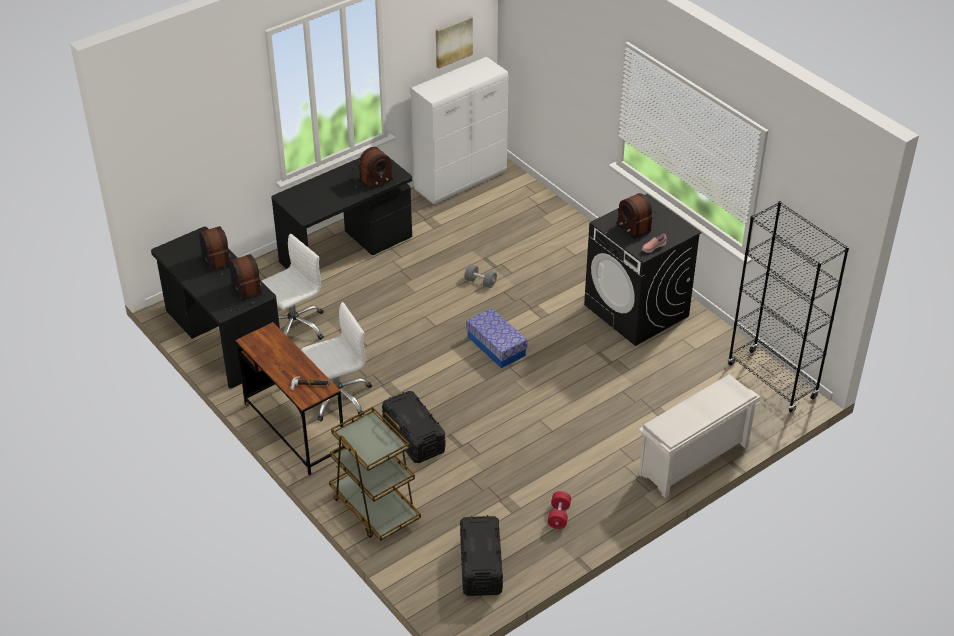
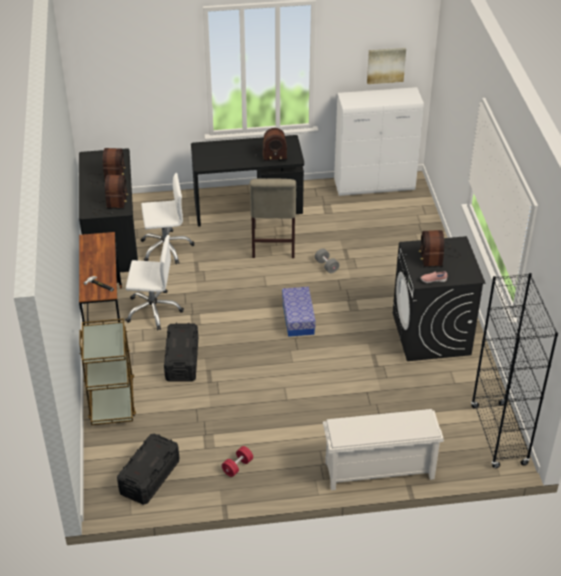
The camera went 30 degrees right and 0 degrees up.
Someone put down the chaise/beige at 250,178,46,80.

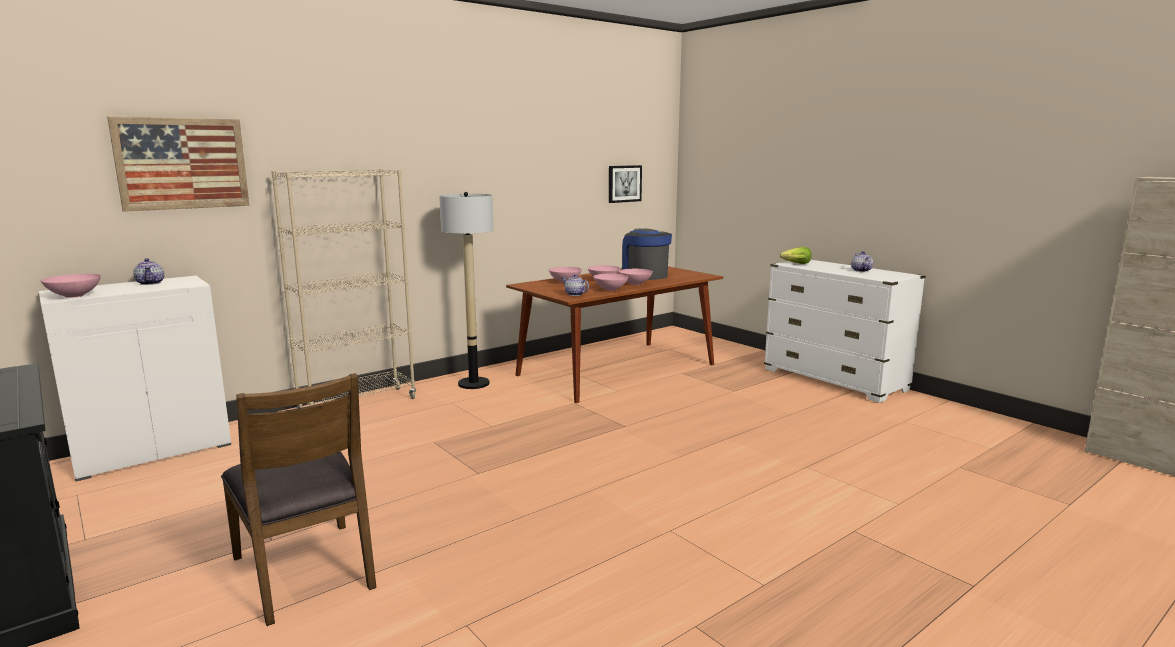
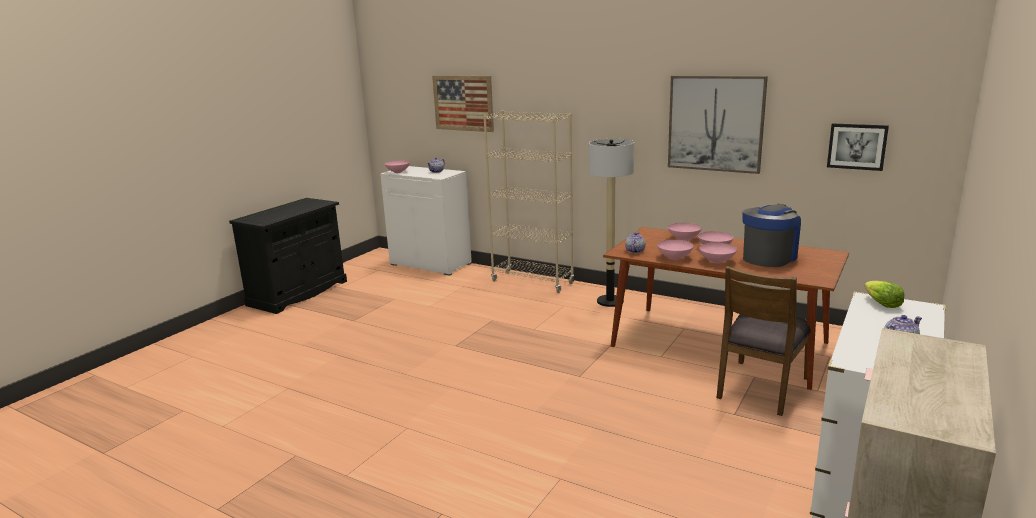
The camera went 70 degrees right and 5 degrees up.
Someone carried the chaise/marron from 221,373,155,253 to 716,266,95,150.
Someone put up the tableau at 668,76,100,98.

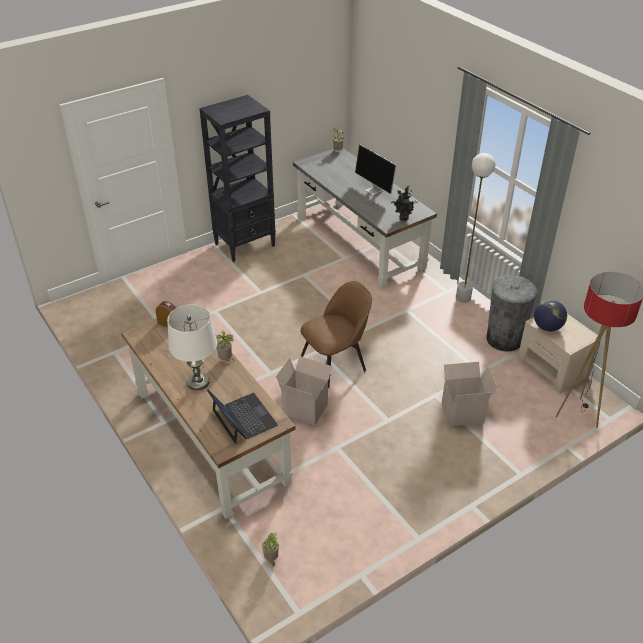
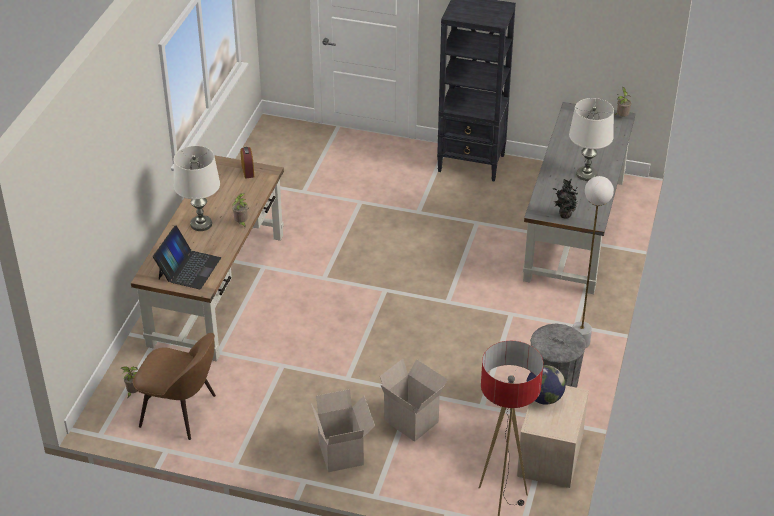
The camera went 50 degrees right and 0 degrees up.
Someone carried the carton from 276,356,57,69 to 311,389,64,83.
Someone carried the chaise/marron from 300,281,72,107 to 133,333,83,107.
Someone swapped the écran d'ordinateur at 355,144,42,52 for the lampe de table/blanc at 569,98,45,83.

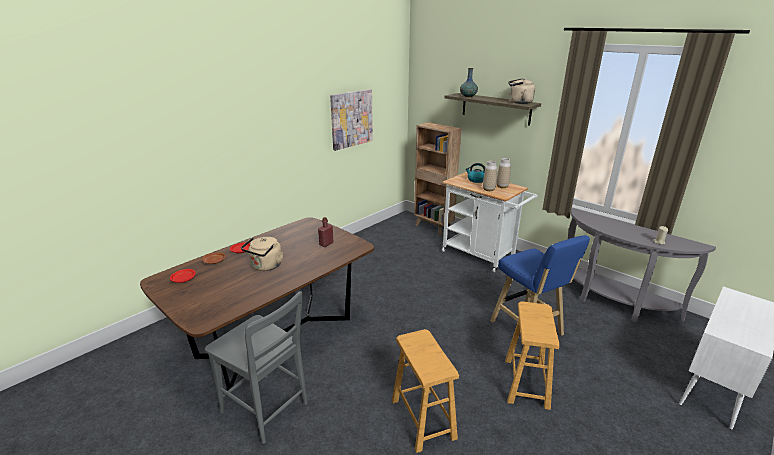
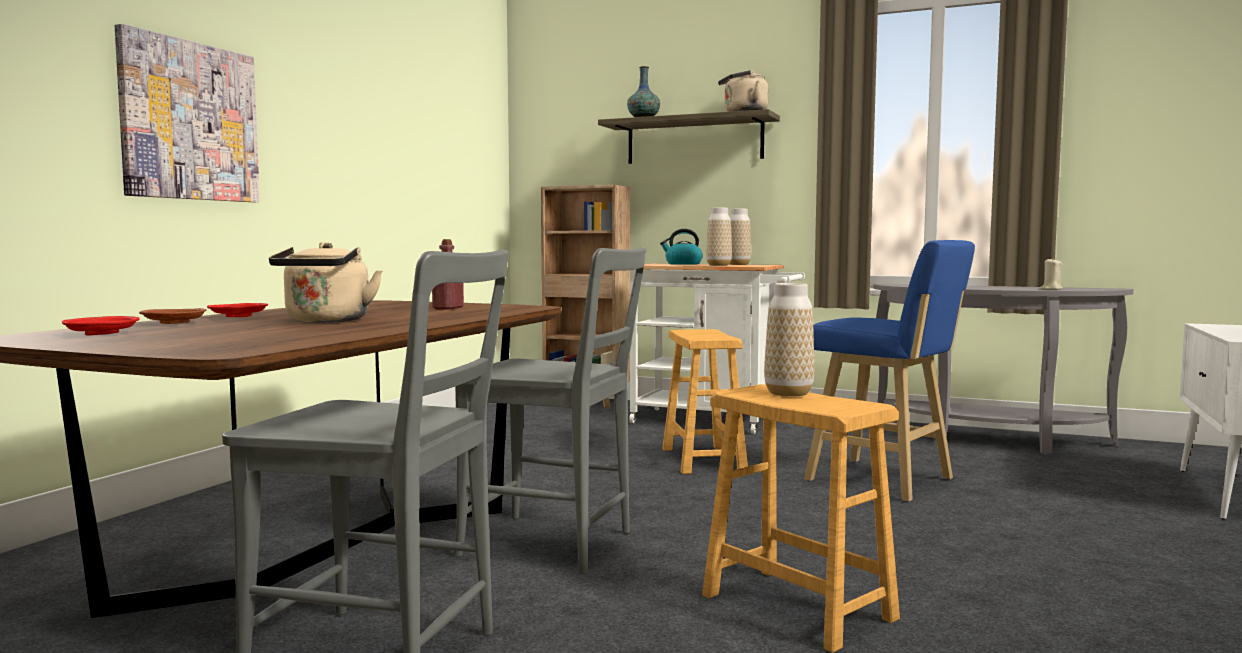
The camera went 20 degrees left and 20 degrees down.
Someone carried the tableau from 330,89,43,62 to 115,24,145,178.
Someone carried the tabouret/marron from 505,301,54,109 to 662,329,86,145.
Someone put down the chaise/gris at 453,247,193,327.
Someone put down the vase at 764,283,50,114.

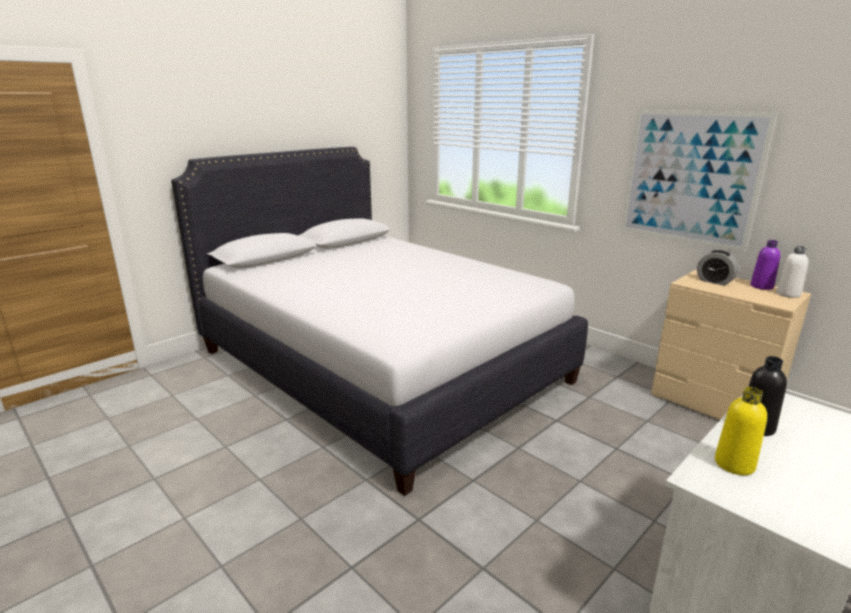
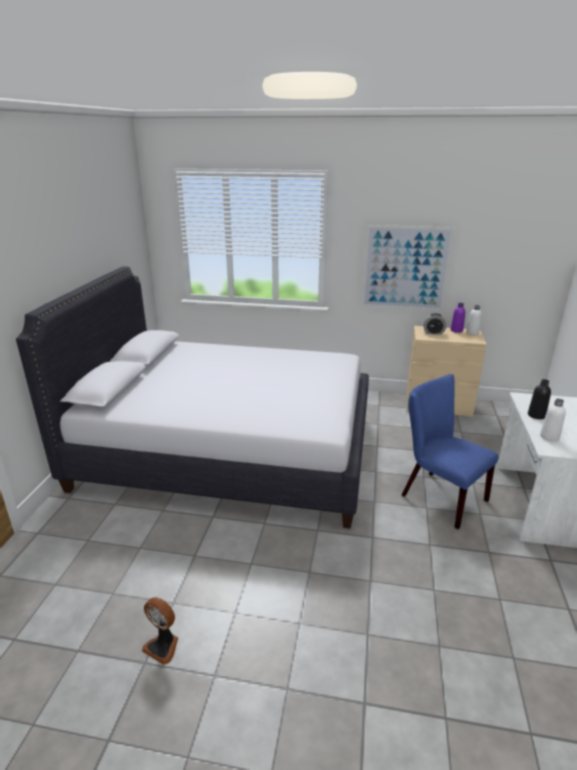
The camera went 35 degrees left and 5 degrees up.
Someone repainted the bouteille/jaune at 715,387,52,88, which became the bouteille/blanc at 540,398,26,43.
Someone put down the ventilateur at 142,597,36,68.
Someone put down the chaise/bleu at 402,374,97,155.

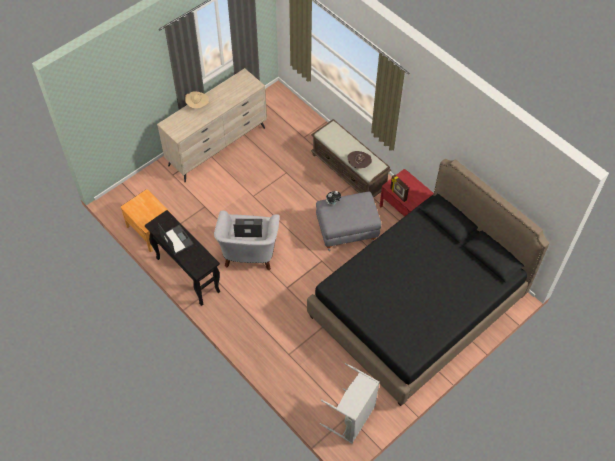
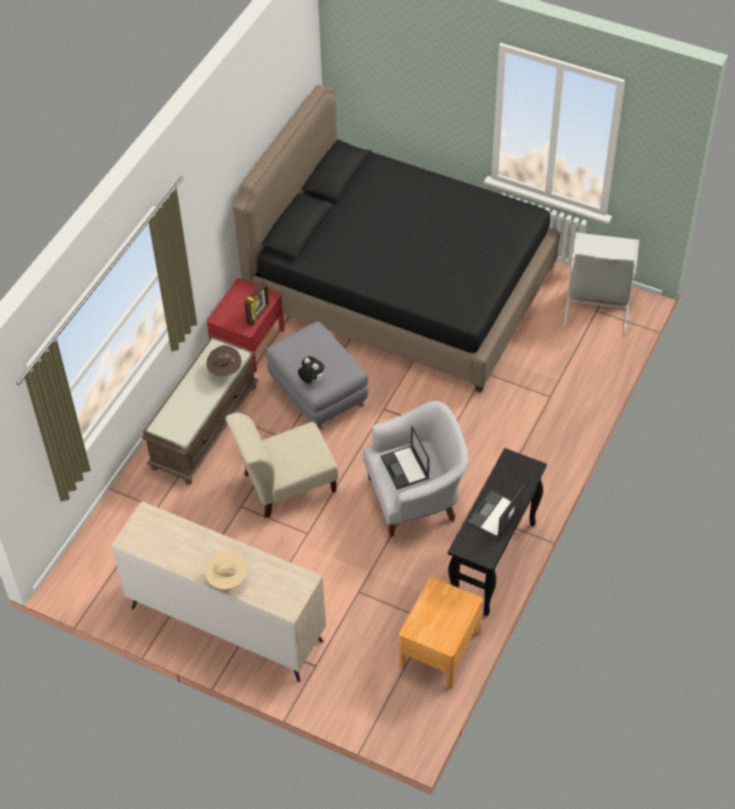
The camera went 110 degrees left and 5 degrees down.
Someone put down the chaise/beige at 226,413,112,105.

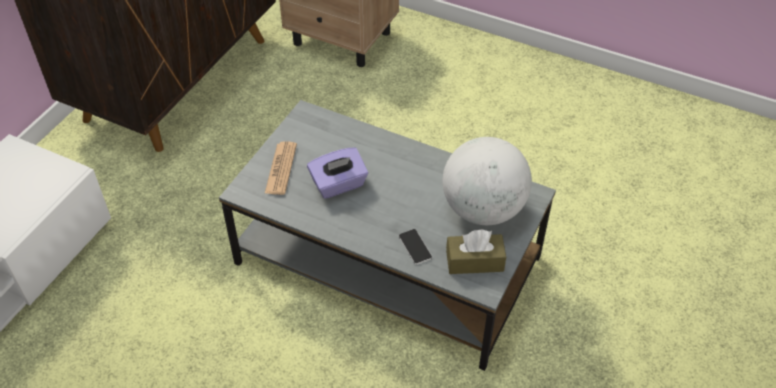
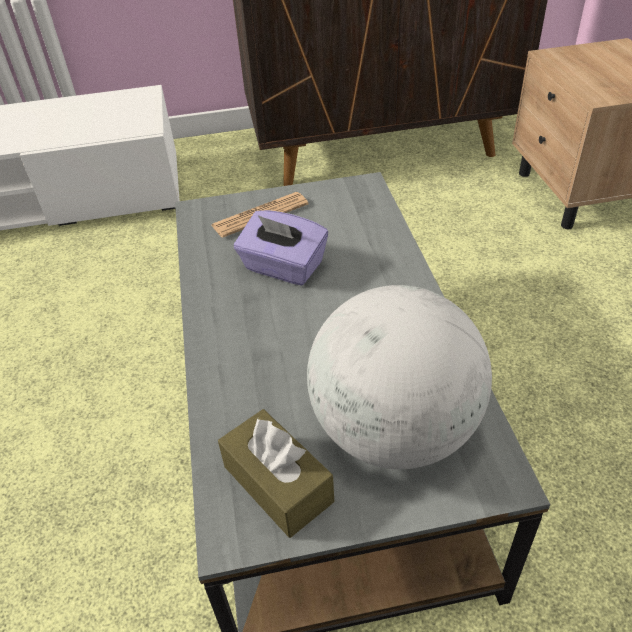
The camera went 55 degrees right and 5 degrees down.
Someone took away the téléphone at 399,229,33,36.

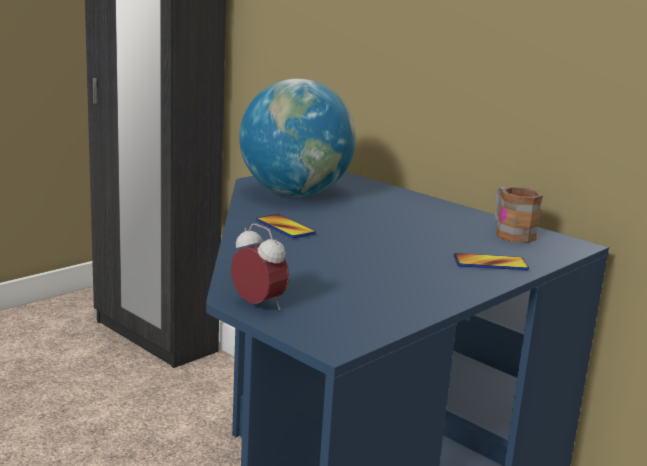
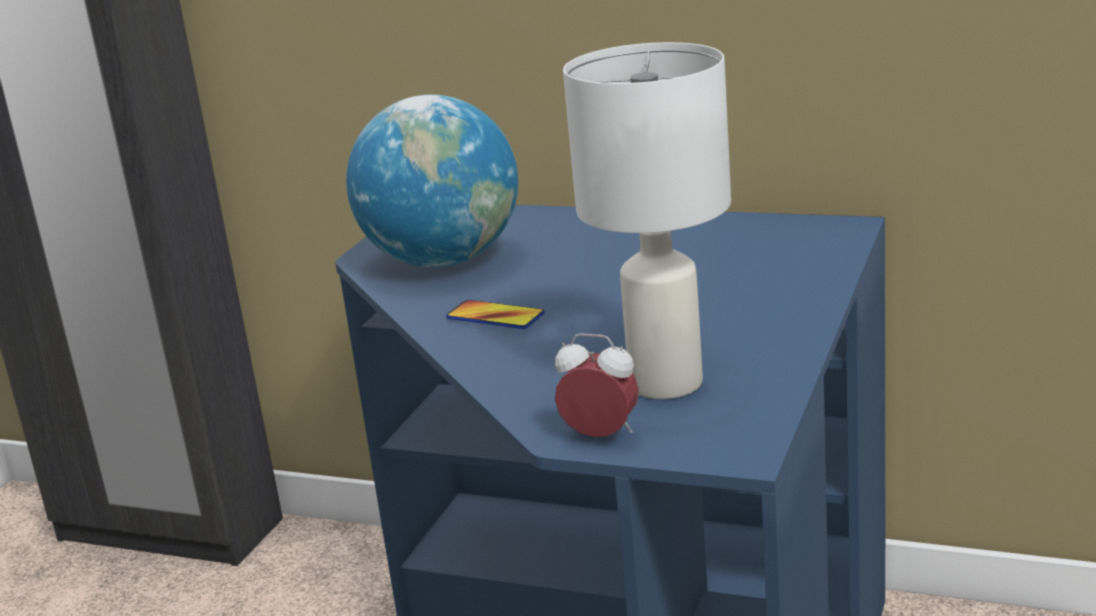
The camera went 20 degrees left and 5 degrees up.
Someone took away the téléphone at 454,253,75,17.
Someone took away the mug at 495,187,48,56.
Someone put down the lampe de table/blanc at 563,42,168,357.

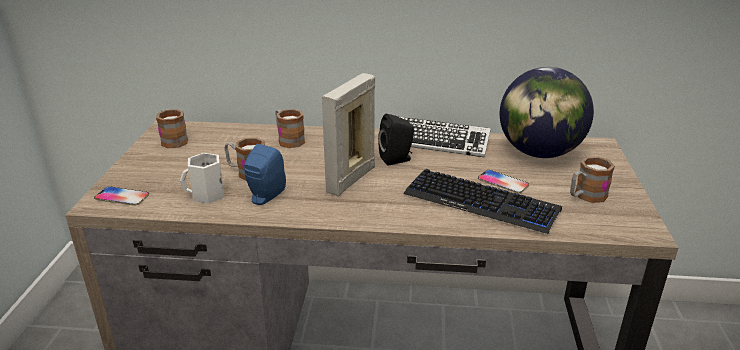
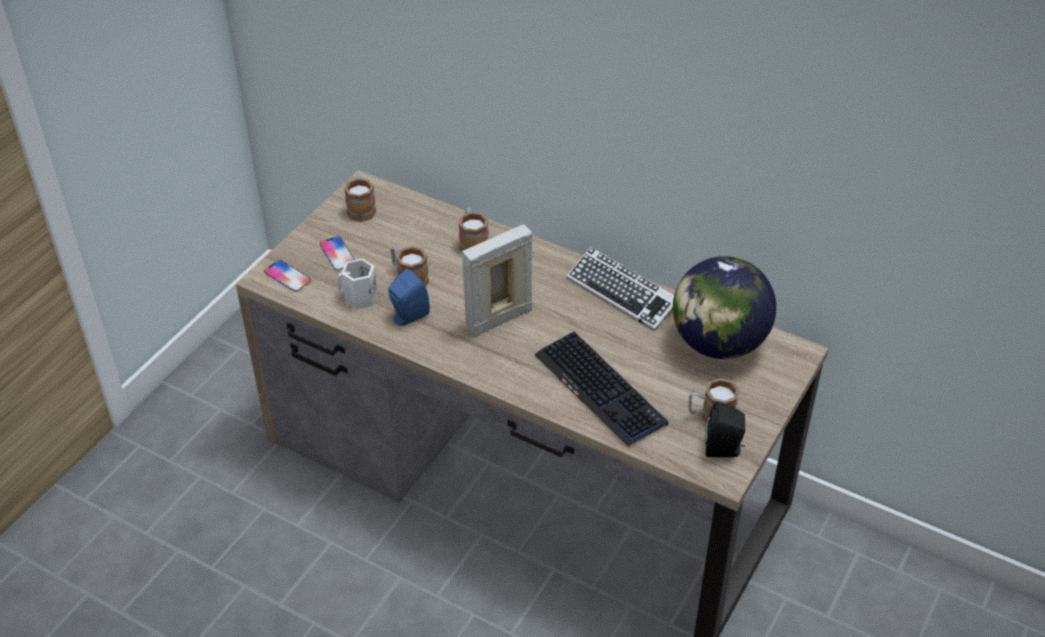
The camera went 25 degrees right and 15 degrees up.
Someone carried the enceinte/noir from 378,114,36,51 to 705,401,40,56.
Someone carried the téléphone from 478,170,51,23 to 320,236,35,34.

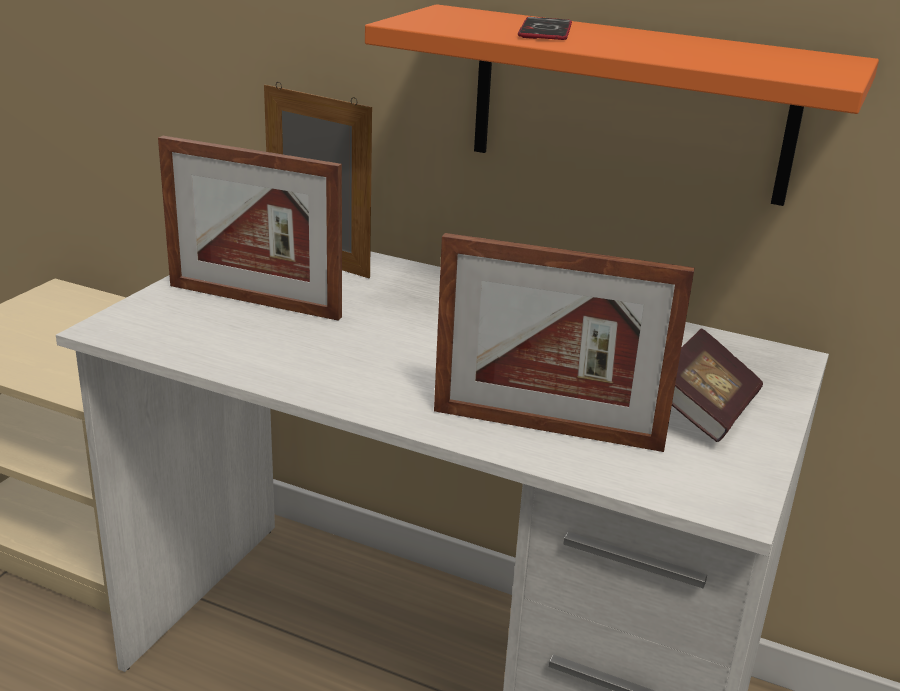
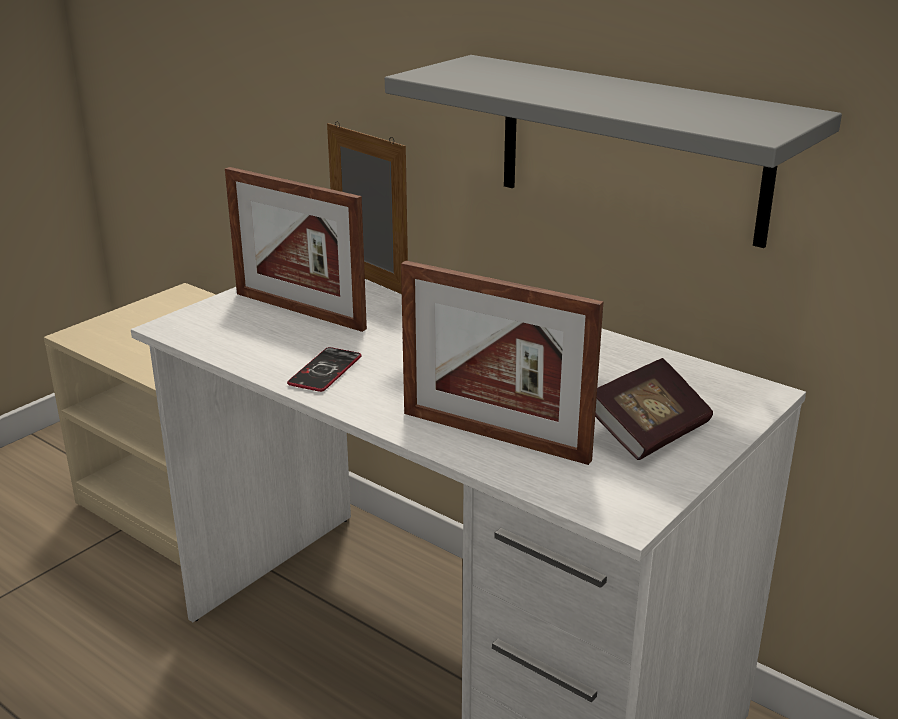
The camera went 15 degrees right and 0 degrees up.
Someone repainted the étagère/orange at 365,4,514,202, which became the étagère/gris at 385,55,457,193.
Someone carried the téléphone from 518,17,54,23 to 287,347,75,45.

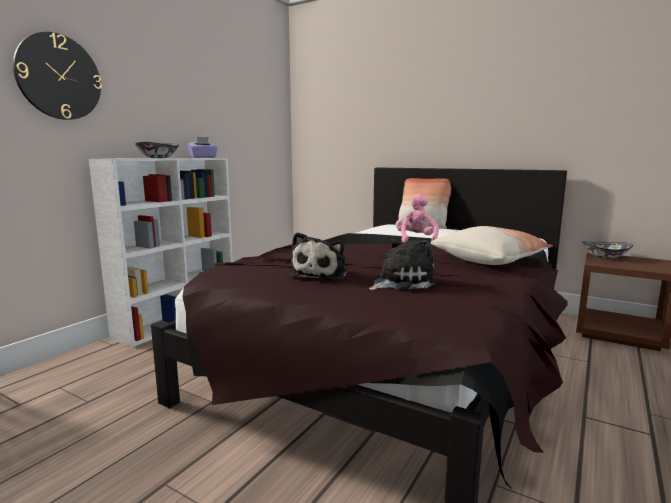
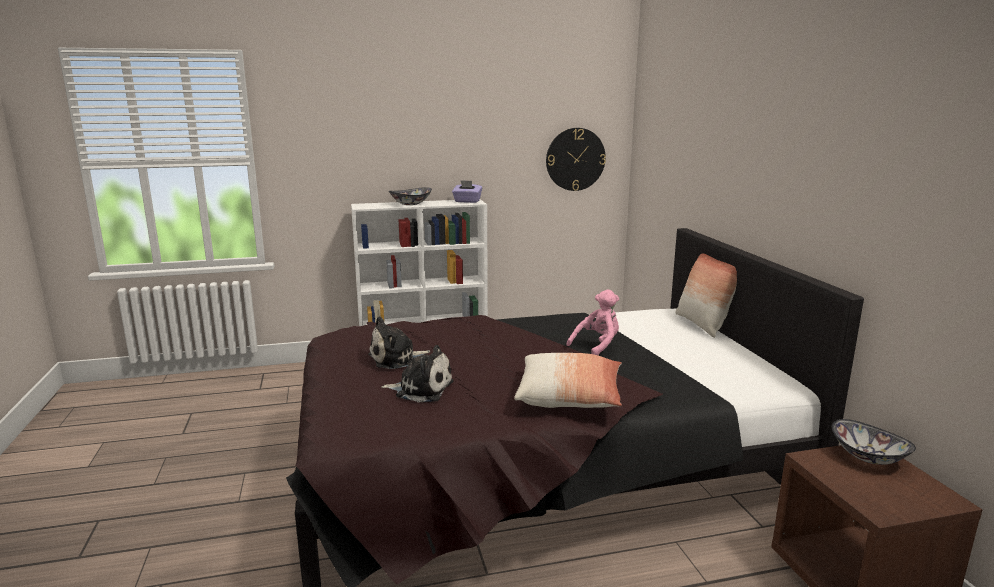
The camera went 45 degrees right and 5 degrees up.
Someone carried the horloge murale from 13,32,89,88 to 546,128,60,63.

